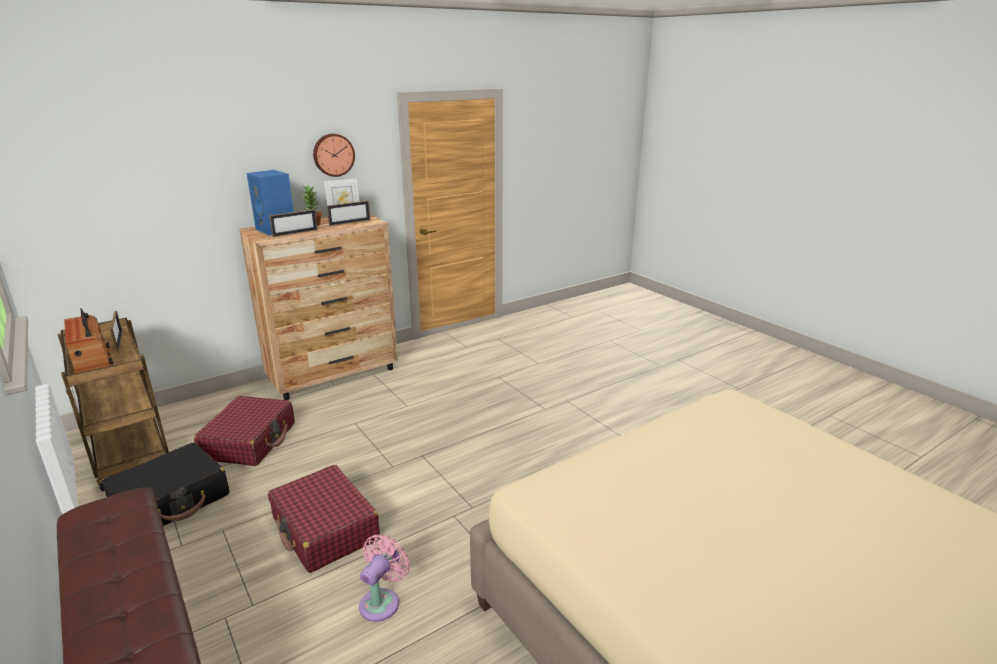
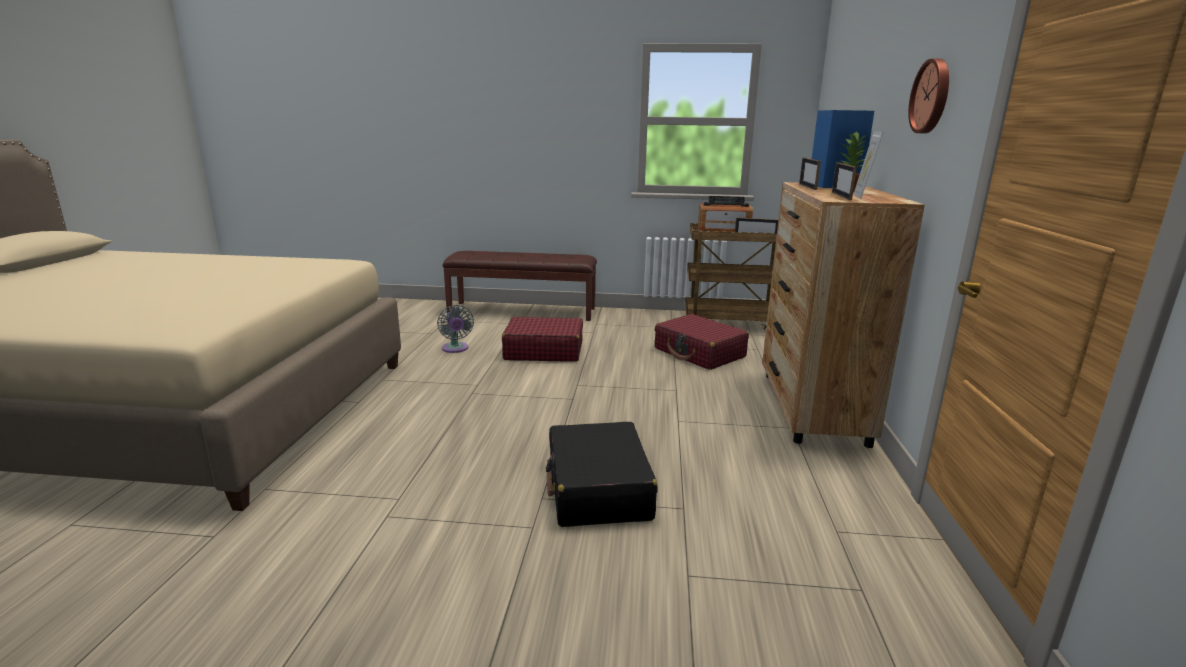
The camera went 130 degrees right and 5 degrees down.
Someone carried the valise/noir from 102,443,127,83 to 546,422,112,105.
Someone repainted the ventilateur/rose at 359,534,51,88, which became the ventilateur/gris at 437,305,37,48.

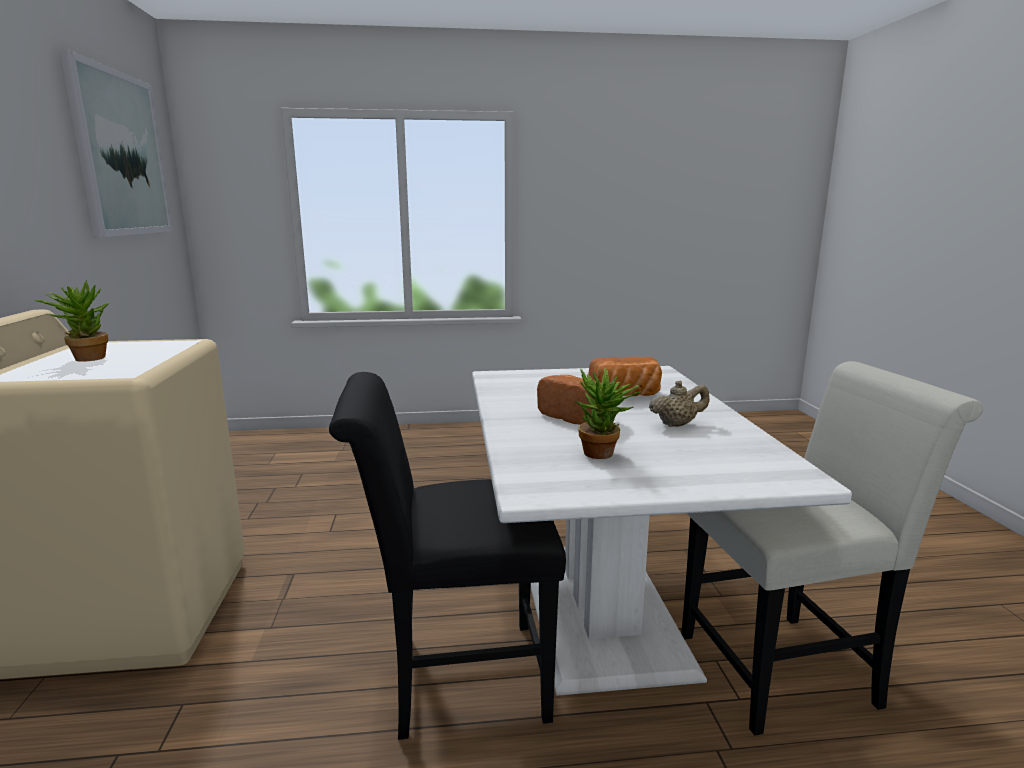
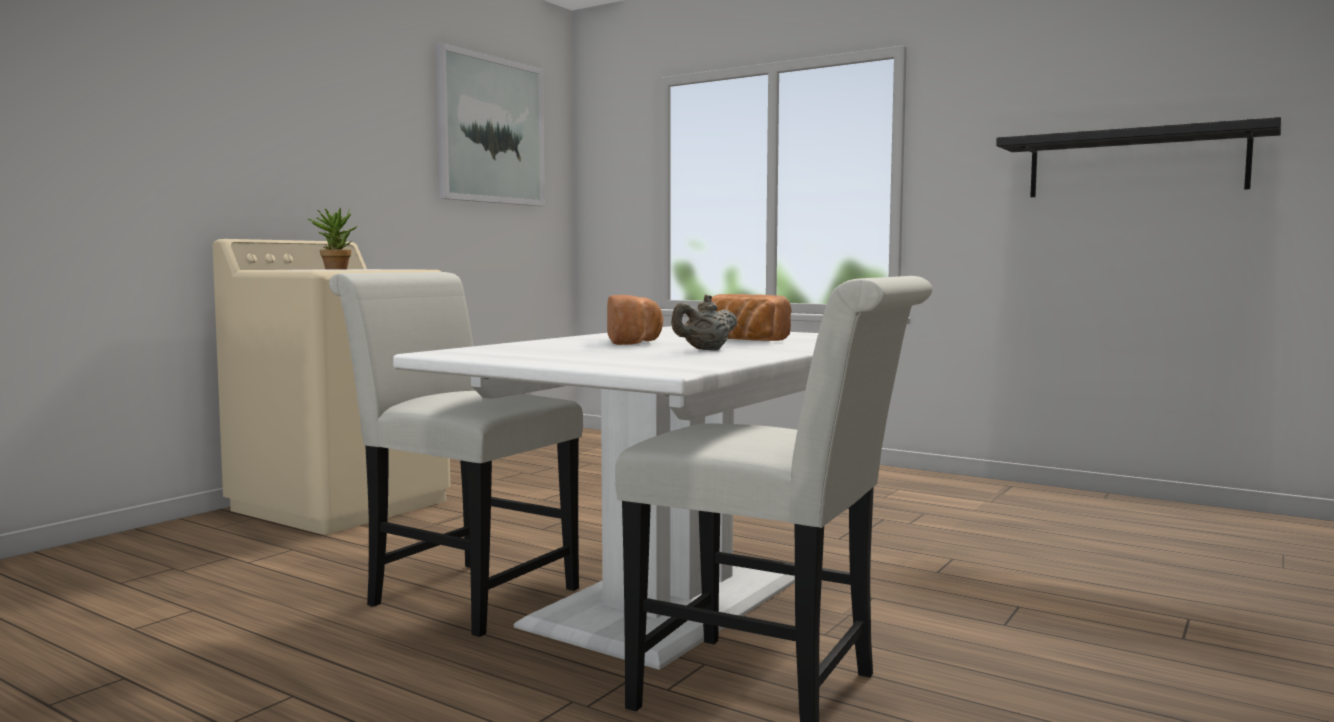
The camera went 40 degrees right and 10 degrees down.
Someone repainted the chaise/noir at 329,372,237,368, which became the chaise/blanc at 329,272,254,365.
Someone took away the plante en pot at 576,368,64,91.
Someone rotated the théière/beige at 649,381,61,46 by 120 degrees clockwise.
Someone put up the étagère/noir at 996,117,285,80.

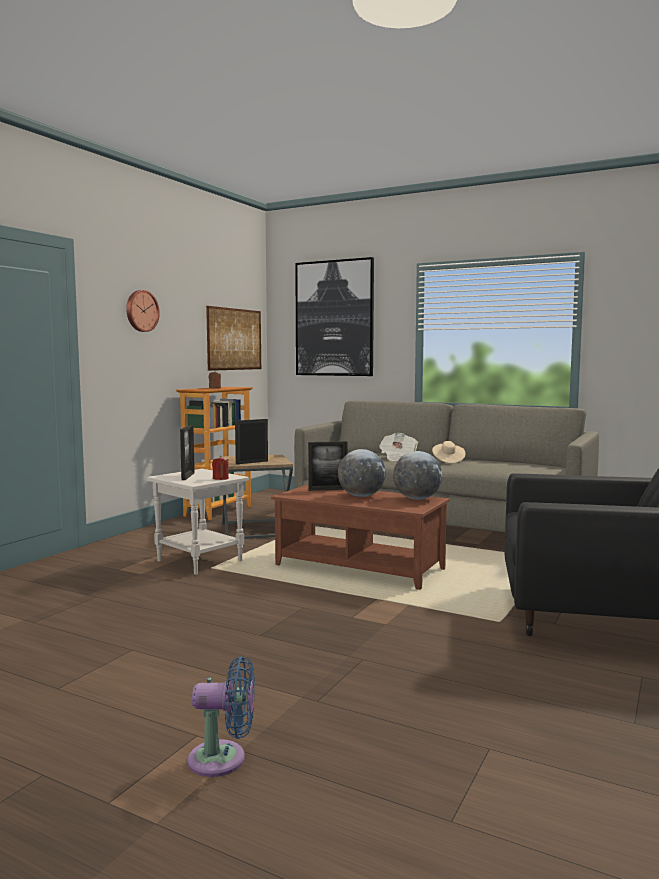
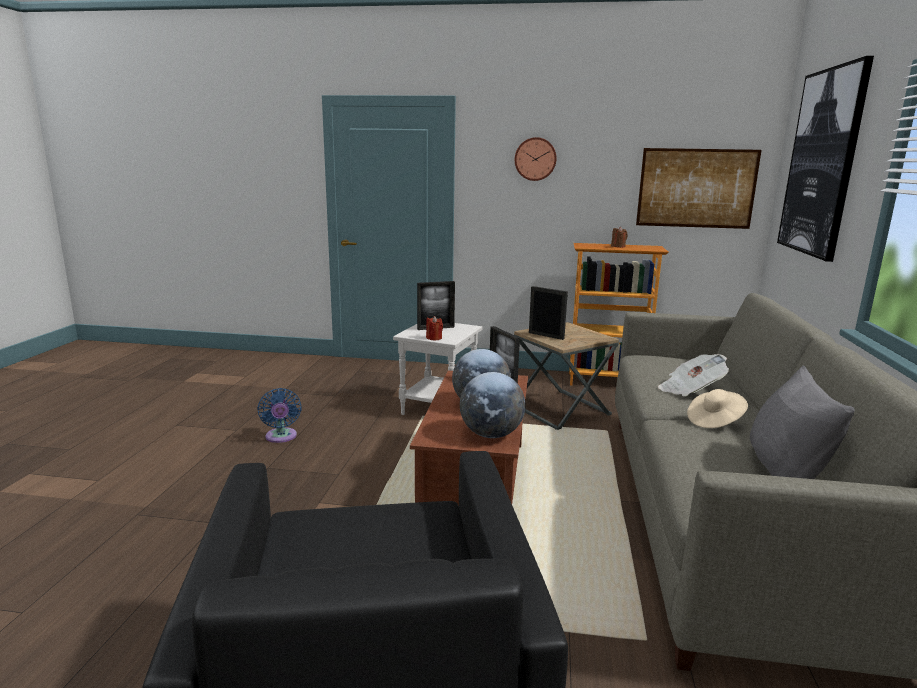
The camera went 70 degrees right and 10 degrees up.
Someone carried the ventilateur/bleu from 188,656,67,121 to 257,388,45,55.
Someone put down the coussin/gris at 750,365,105,114.

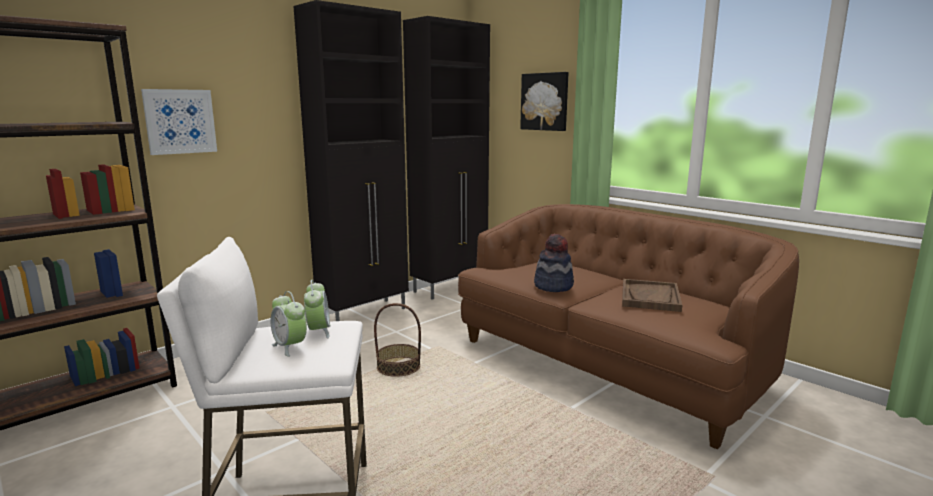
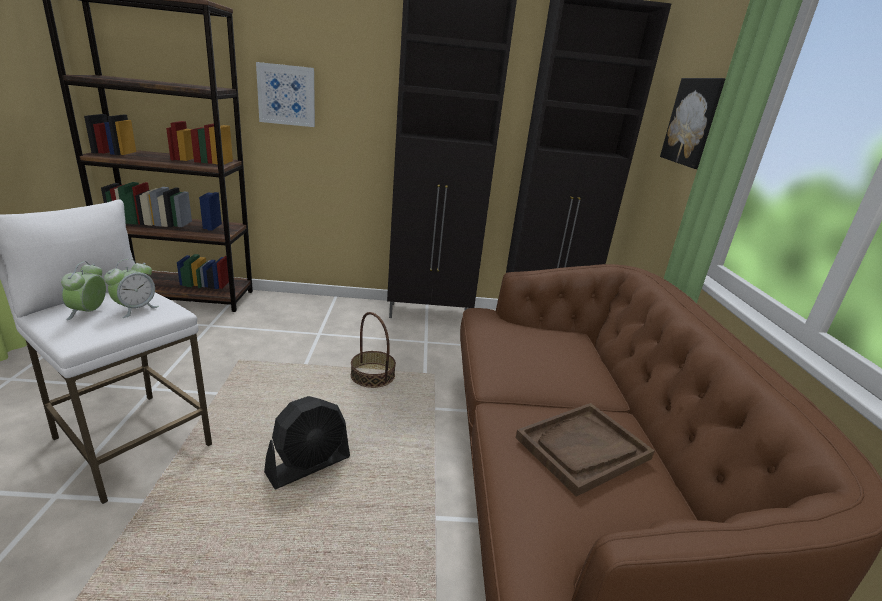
The camera went 40 degrees right and 10 degrees up.
Someone took away the chapeau at 534,234,40,58.
Someone put down the ventilateur/noir at 264,396,86,93.

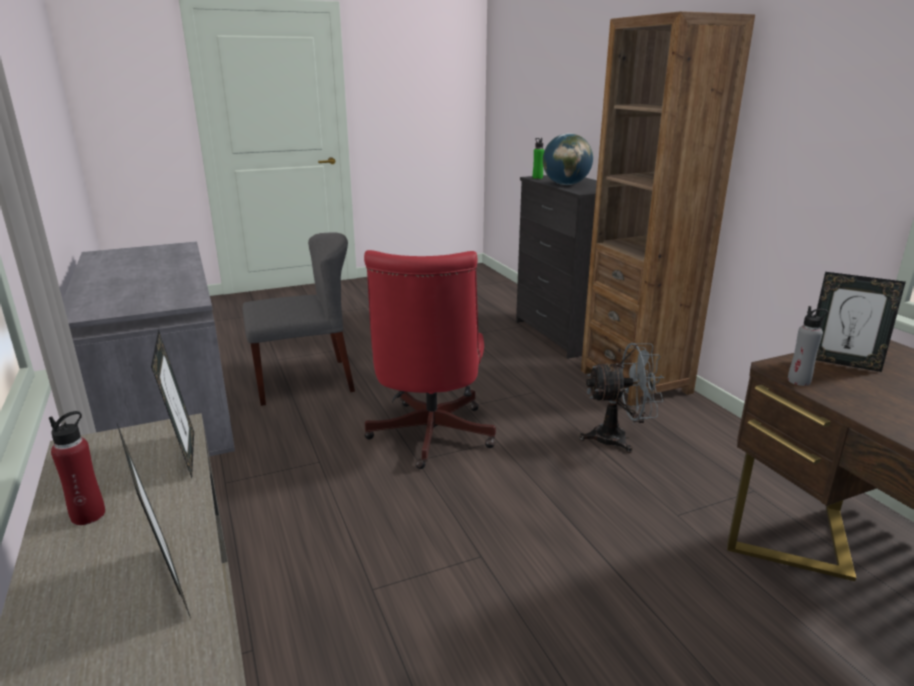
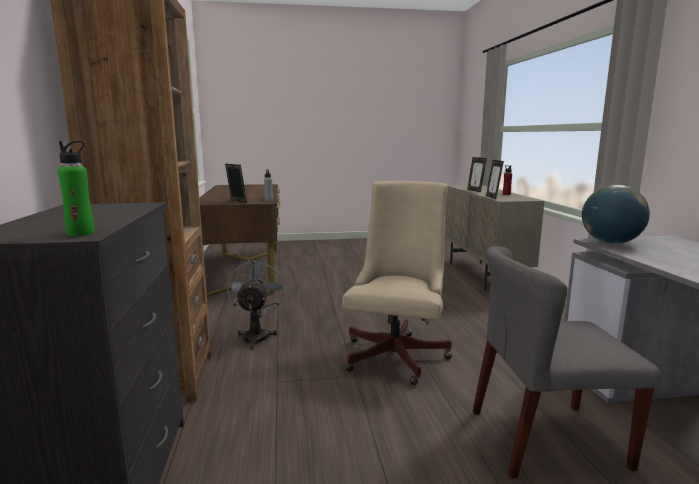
The camera went 165 degrees left and 10 degrees down.
Someone repainted the chaise de bureau/rouge at 364,250,132,219, which became the chaise de bureau/beige at 342,181,110,204.
Someone carried the globe from 543,133,50,52 to 582,185,68,59.
Someone rotated the ventilateur/gris at 579,343,85,110 by 75 degrees clockwise.

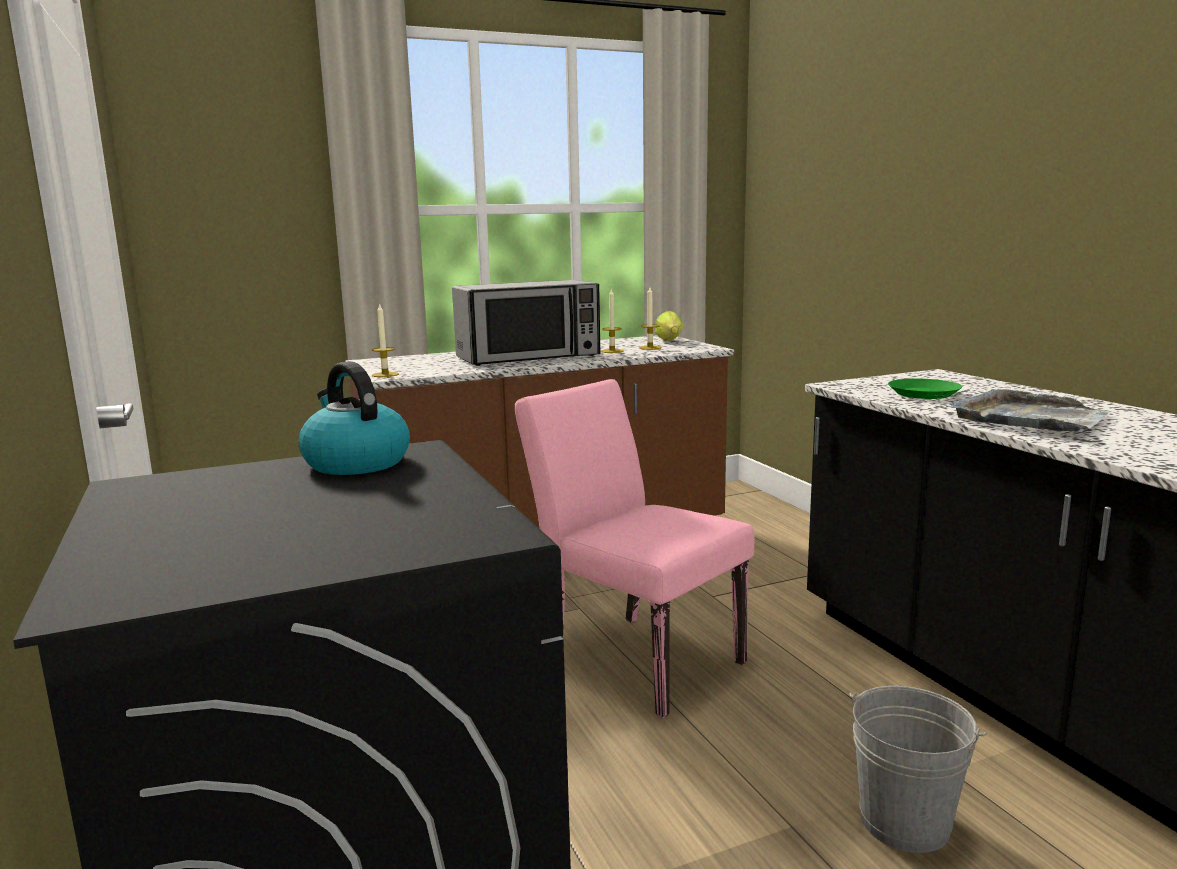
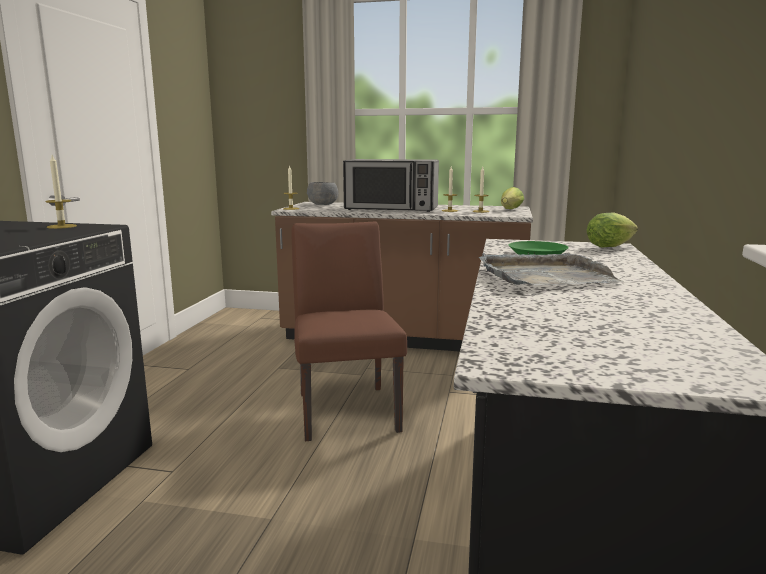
The camera went 35 degrees right and 0 degrees up.
Someone swapped the bouilloire at 299,362,111,113 for the bougie at 45,155,32,74.
Someone repainted the chaise/rose at 515,379,239,339, which became the chaise/marron at 291,222,116,219.
Someone took away the seau/gris at 849,686,138,167.
Someone put down the bol/gris at 307,182,31,23.
Someone put down the laitue at 586,213,52,34.

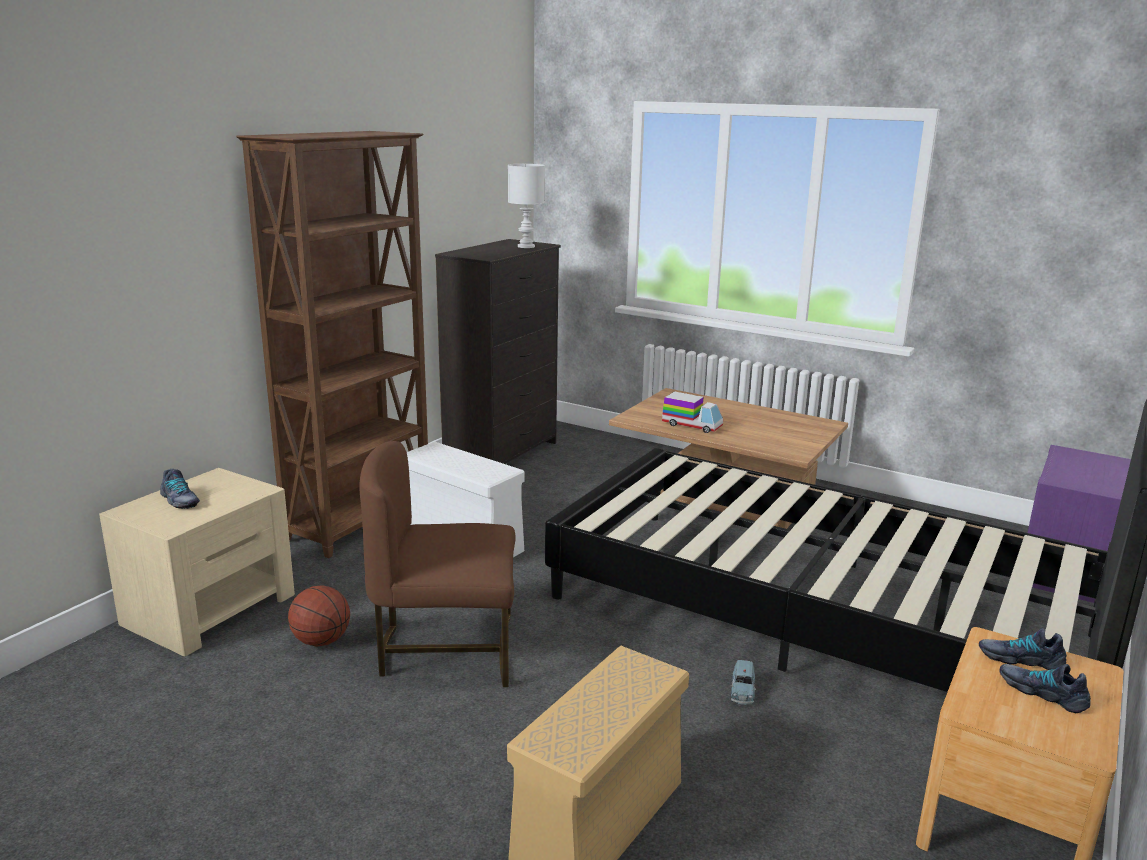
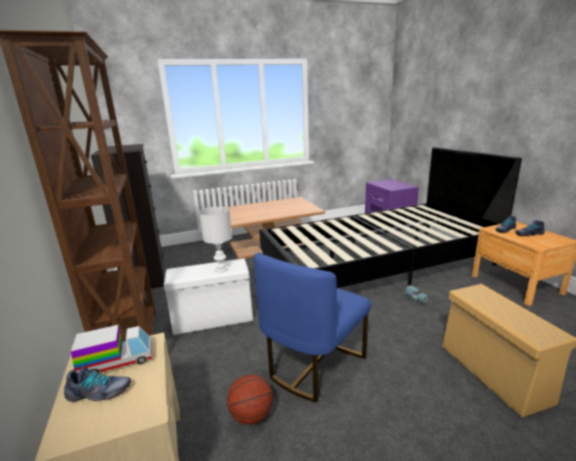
The camera went 50 degrees left and 0 degrees up.
Someone repainted the chaise/marron at 359,441,157,246, which became the chaise/bleu at 254,252,117,151.
Someone carried the lampe de table/blanc from 508,164,37,84 to 199,207,33,65.
Someone carried the camion jouet from 662,391,61,42 to 71,325,81,48.

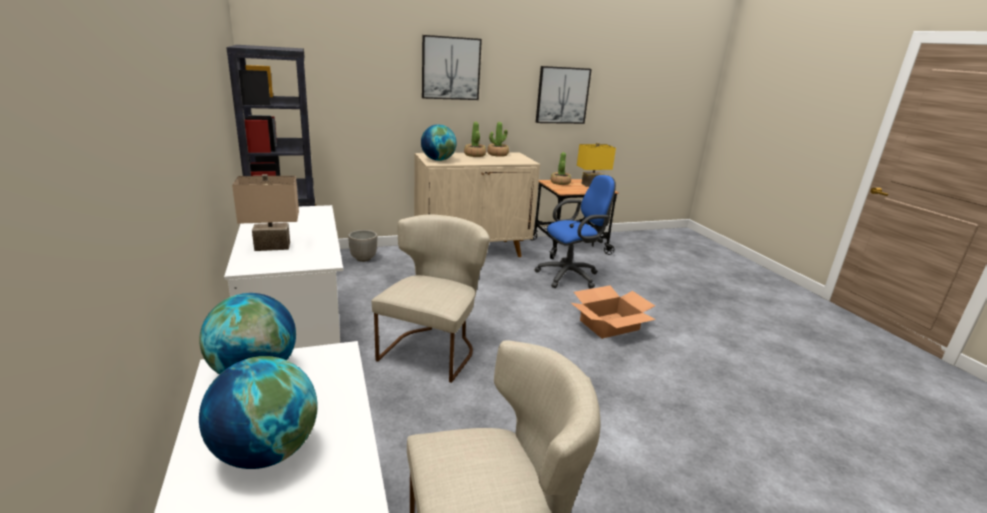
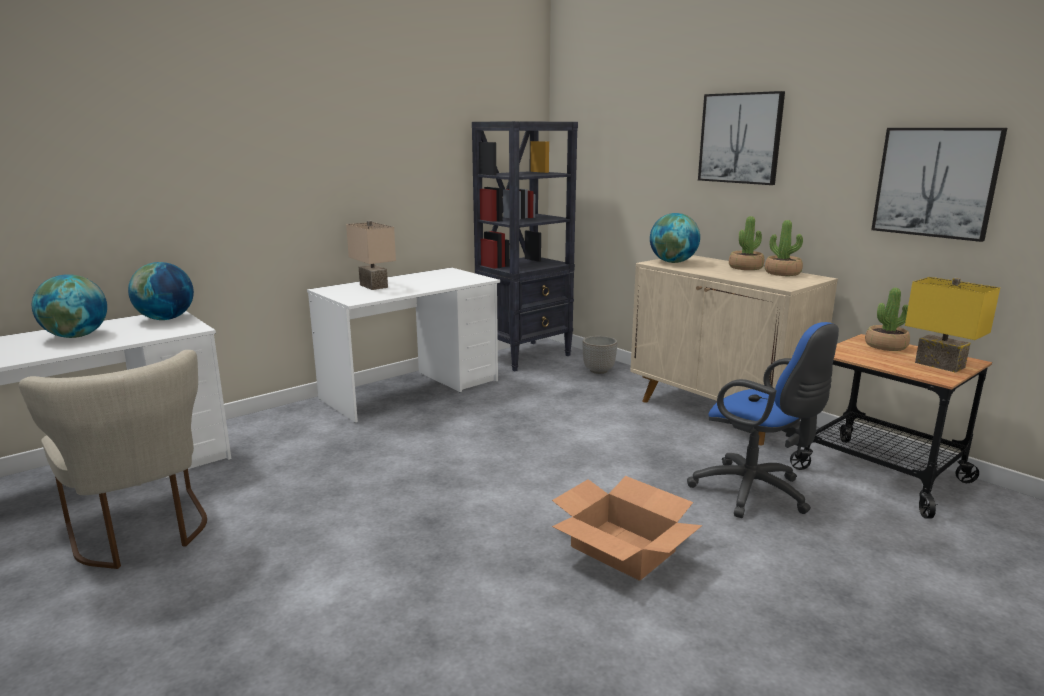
The camera went 70 degrees right and 5 degrees down.
Someone took away the chaise/beige at 372,215,118,168.

